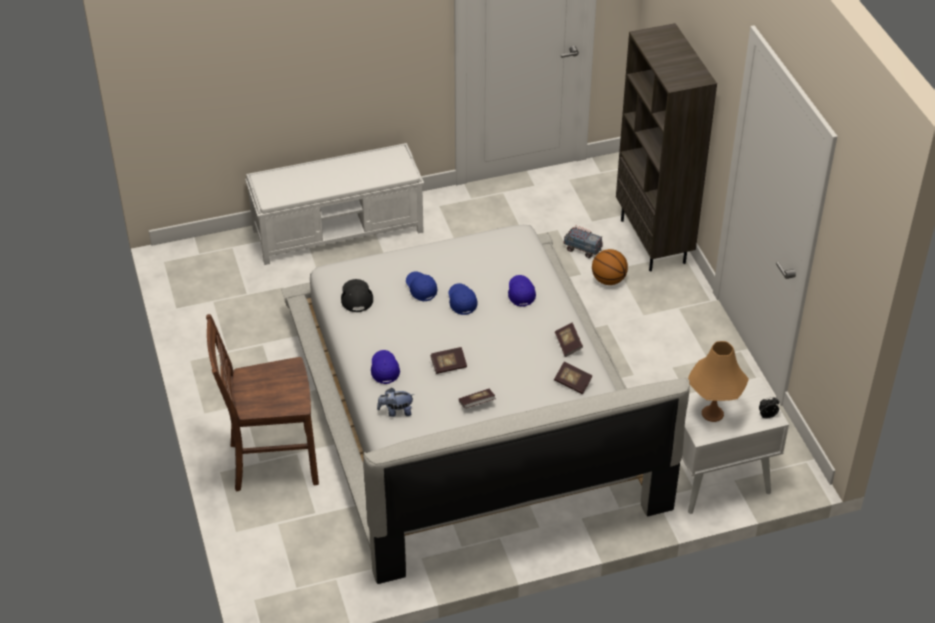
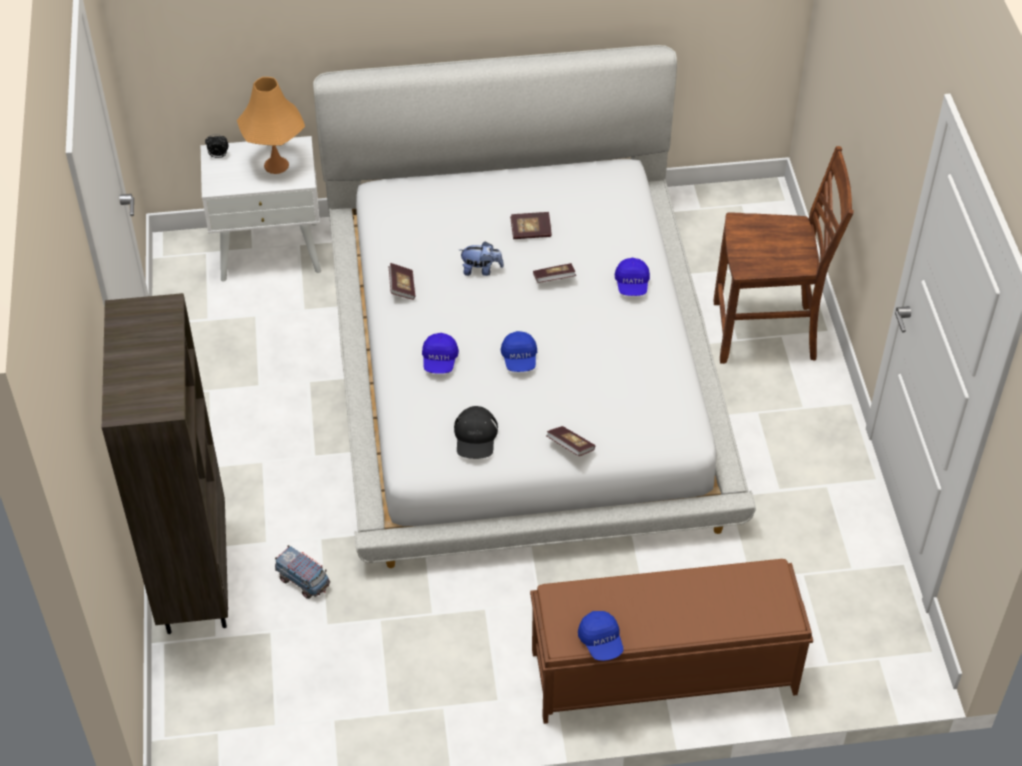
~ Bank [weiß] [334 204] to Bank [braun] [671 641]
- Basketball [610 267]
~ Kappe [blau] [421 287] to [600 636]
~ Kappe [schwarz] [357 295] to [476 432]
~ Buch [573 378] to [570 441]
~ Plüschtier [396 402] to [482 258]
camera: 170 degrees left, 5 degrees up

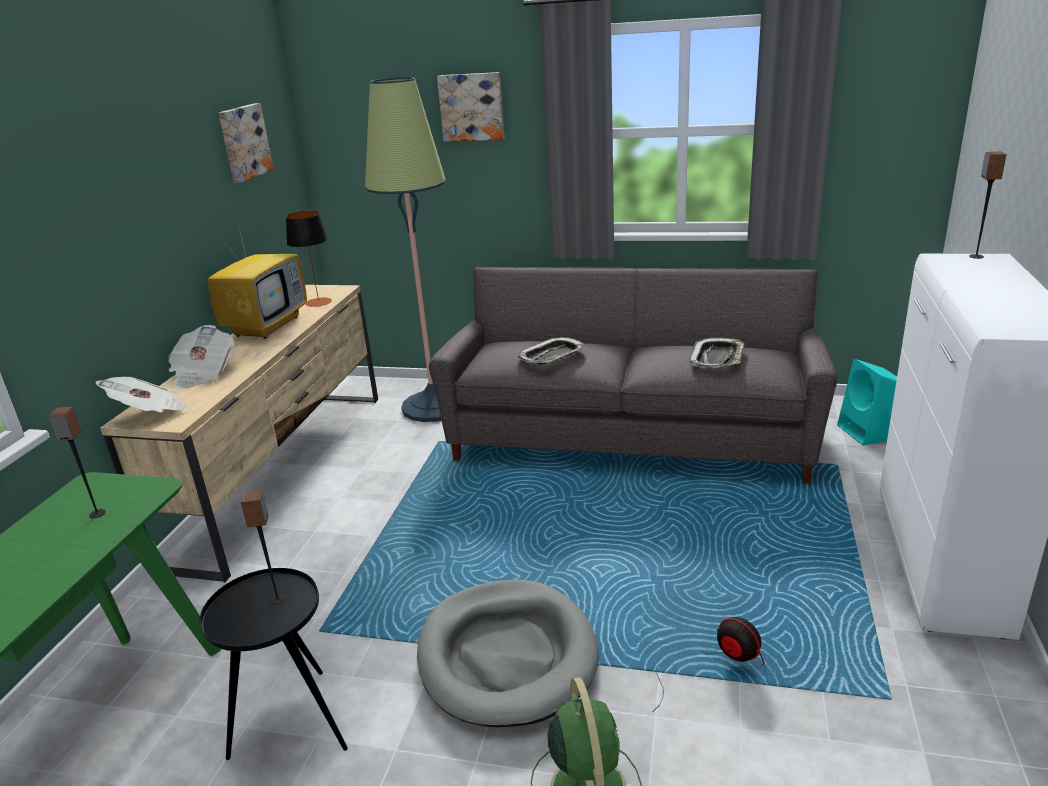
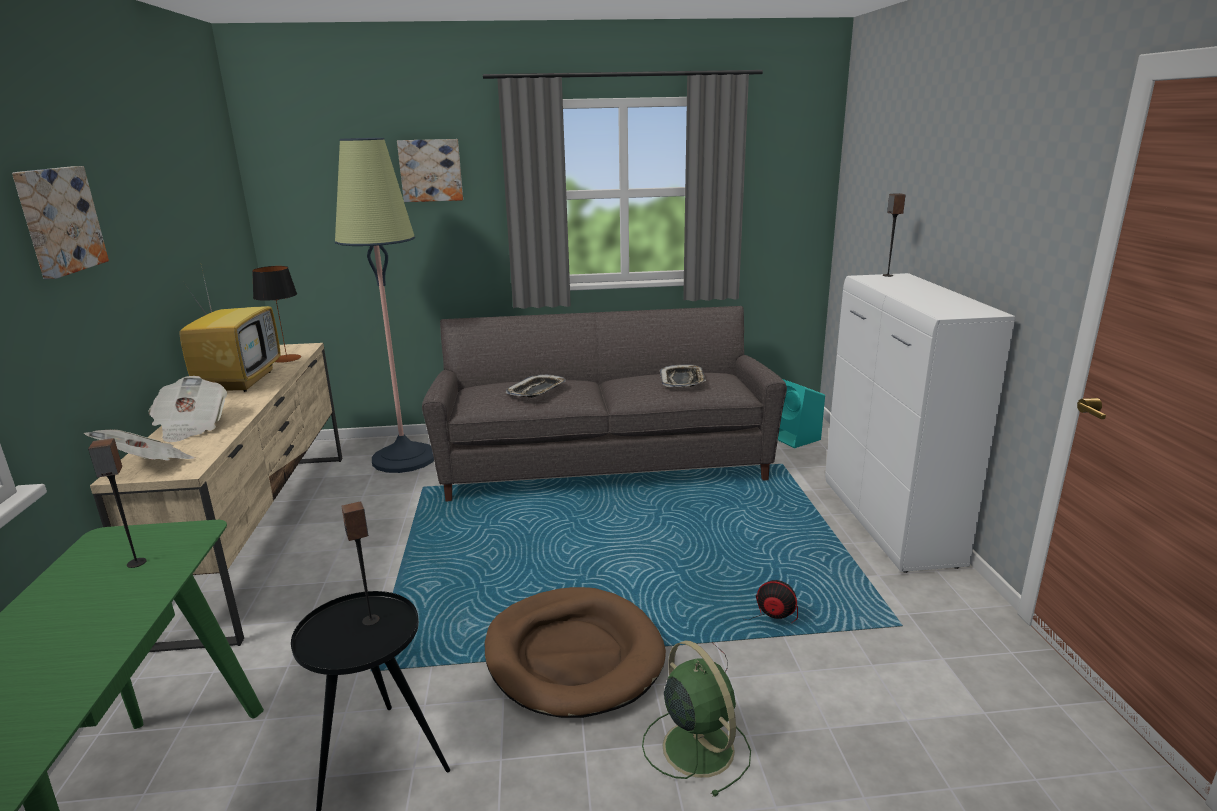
~ Bild [245 143] to [60 222]
~ Hundebett [grau] [508 653] to Hundebett [braun] [575 652]
camera: 20 degrees left, 5 degrees down

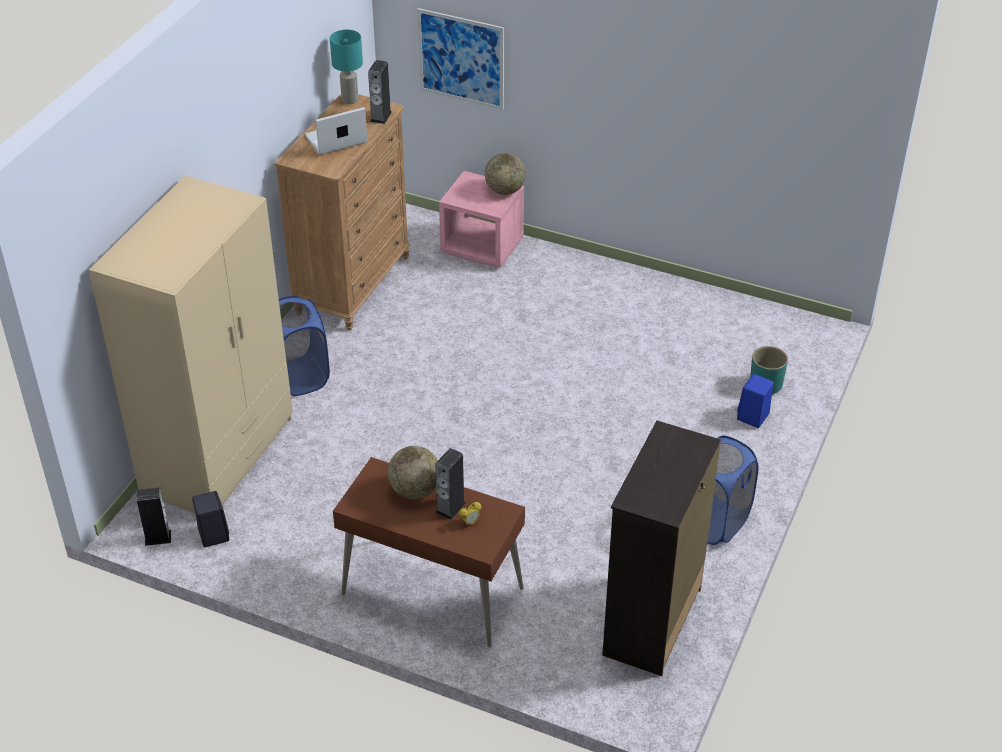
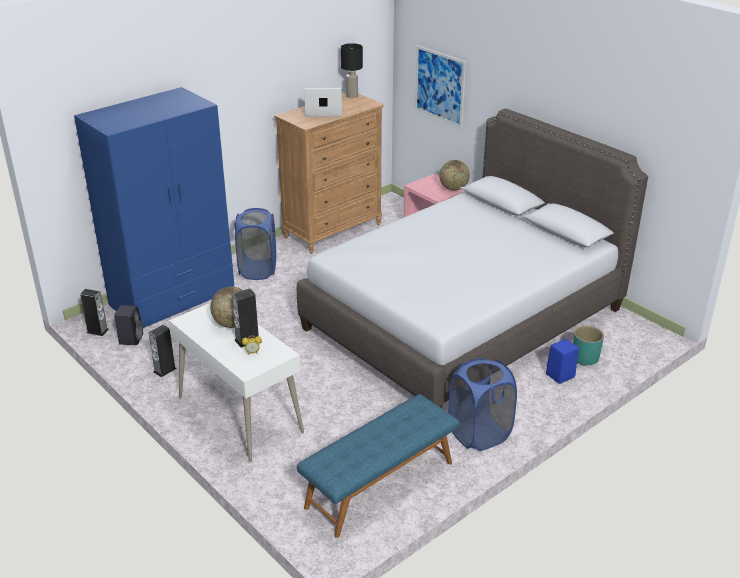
~ Tischlampe [türkis] [346 67] to Tischlampe [schwarz] [352 70]
~ Lautsprecher [380 92] to [163 351]
~ Kleiderschrank [beige] [191 344] to Kleiderschrank [blau] [154 207]
~ Kommode [schwarz] [661 548] to Bank [blau] [378 466]
~ Schreibtisch [braun] [429 552] to Schreibtisch [weiß] [236 382]
+ Bett [grau] [472 258]
camera: 25 degrees right, 10 degrees down

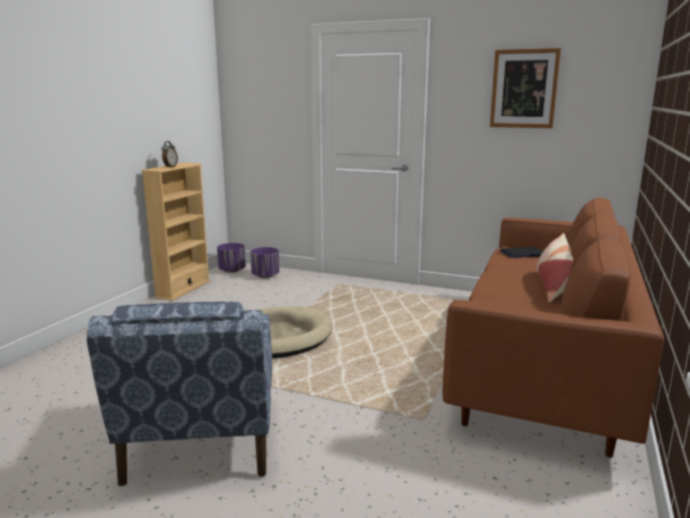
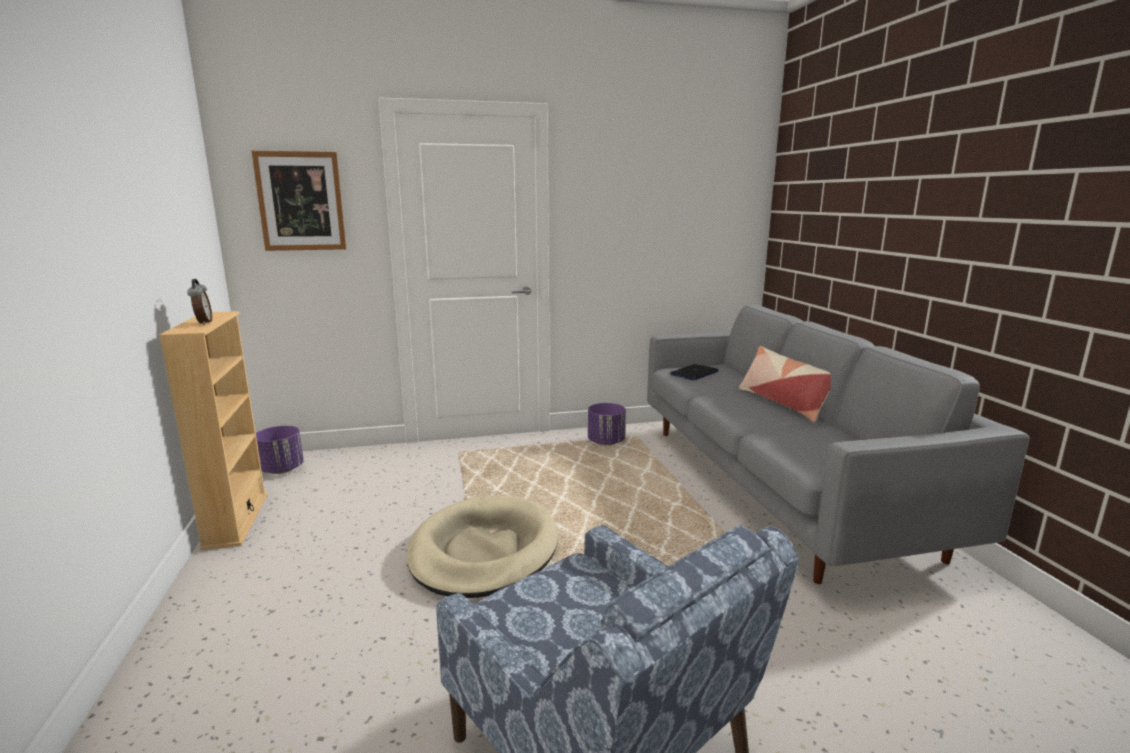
~ Bild [525 88] to [298 201]
~ Sofa [braun] [553 327] to Sofa [grau] [838 444]
~ Pflanzkübel [lila] [264 262] to [607 424]
camera: 35 degrees left, 0 degrees up

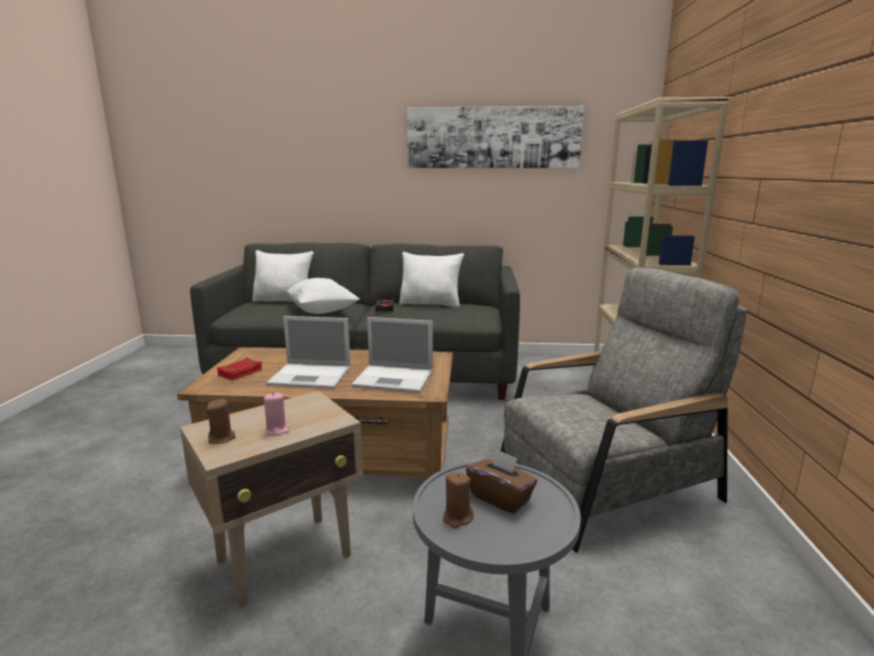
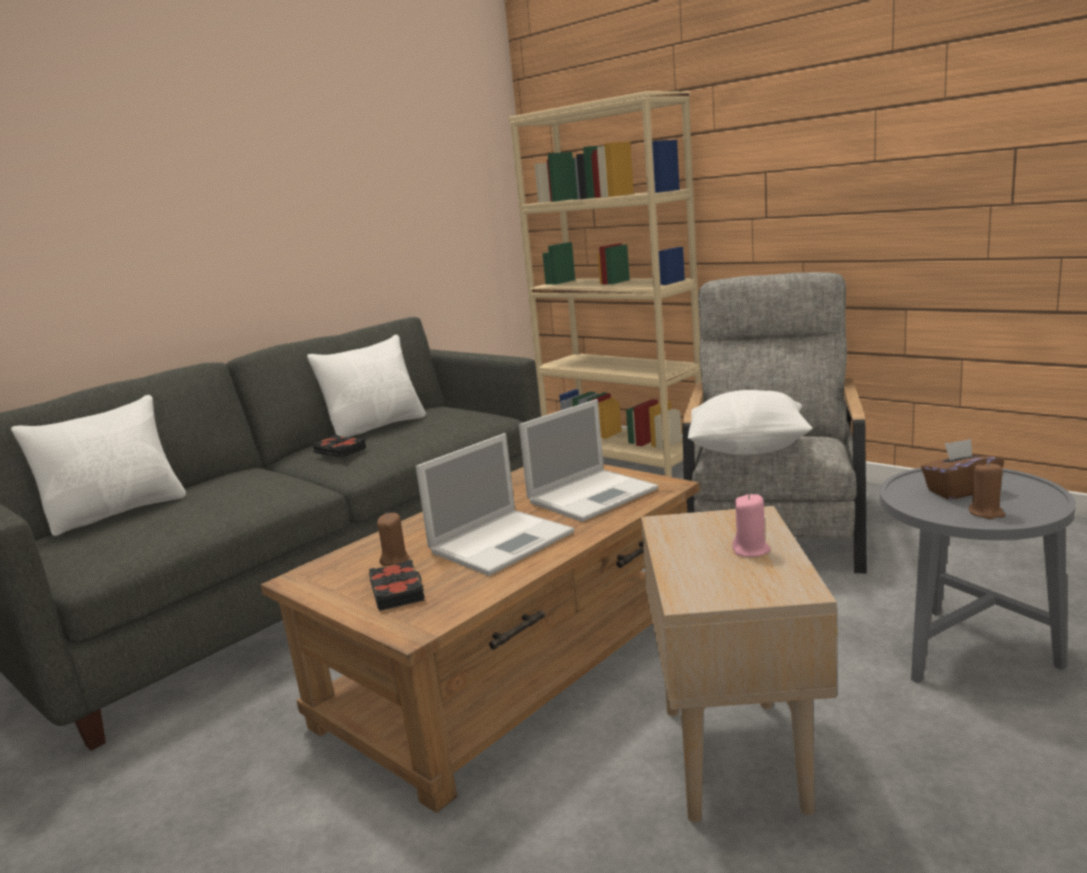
- Bild [495 137]
~ Kissen [weiß] [323 296] to [750 422]
~ Buch [rot] [239 369] to Buch [schwarz] [397 585]
~ Kerze [braun] [221 421] to [393 539]
camera: 50 degrees left, 0 degrees up

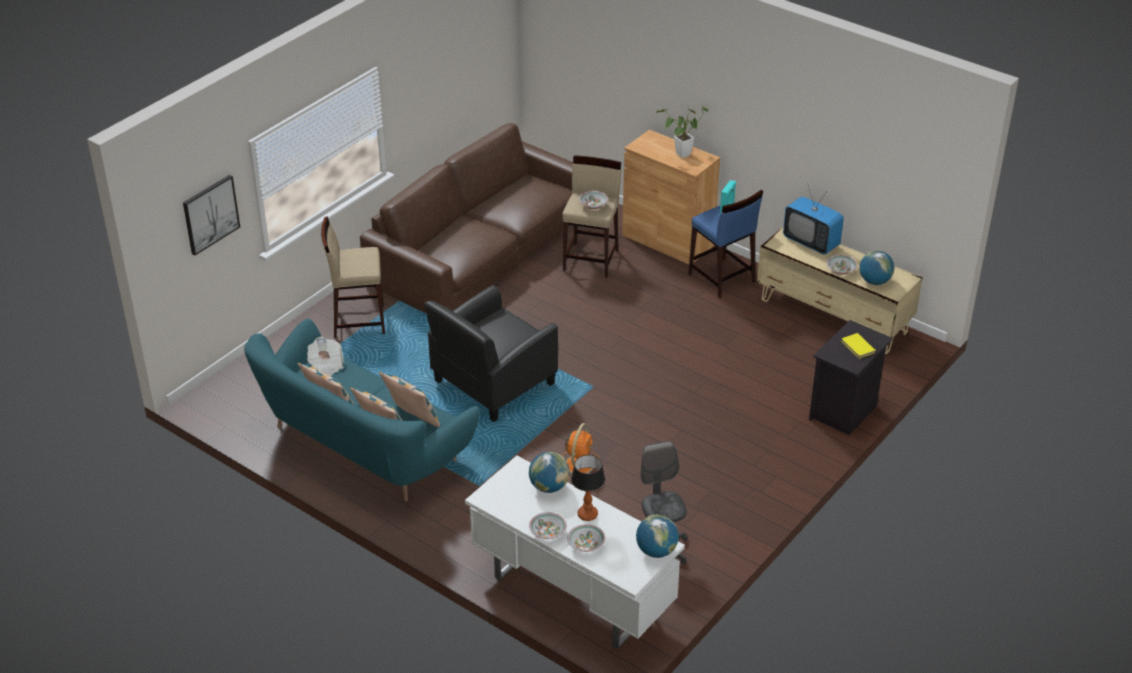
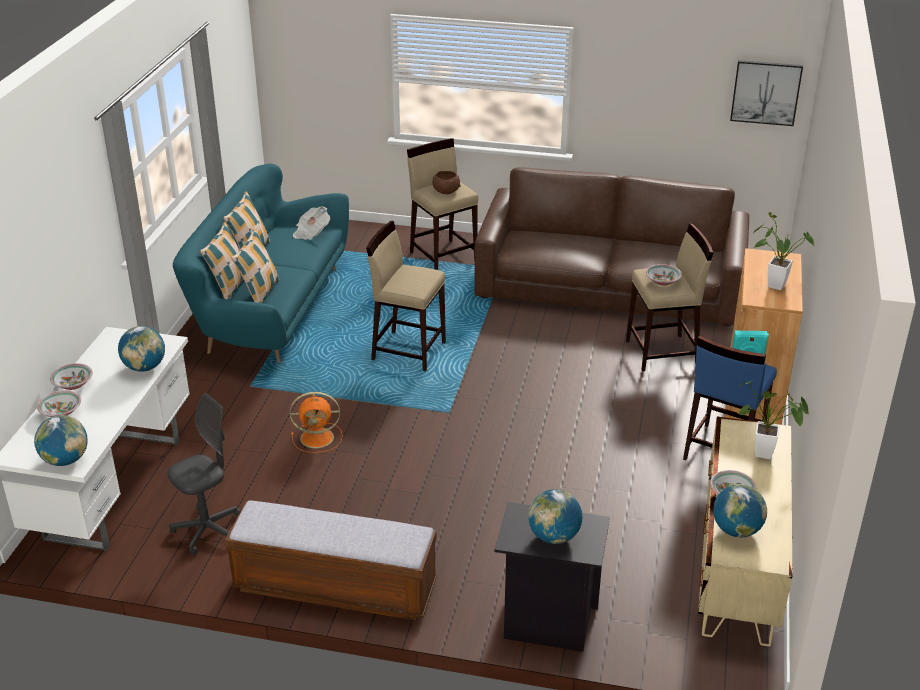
~ Bild [211 215] to [766 93]
~ Fernseher [813 218] to Topfpflanze [773 419]
~ Sessel [schwarz] [491 353] to Hocker [beige] [406 296]
~ Buch [gelb] [858 346] to Globus [555 516]
- Tischlampe [588 488]
+ Schüssel [braun] [446 182]
+ Bank [331 560]
camera: 65 degrees right, 5 degrees down

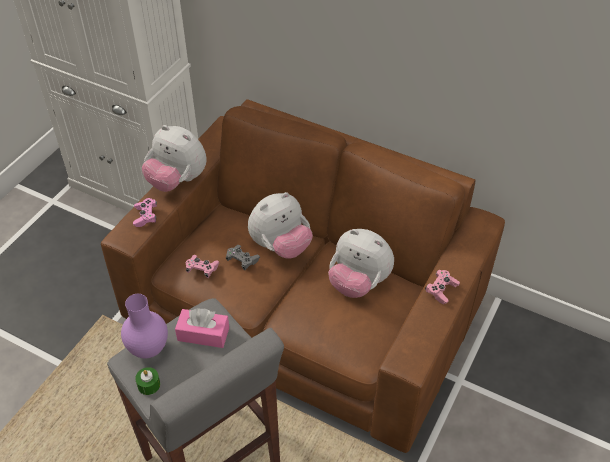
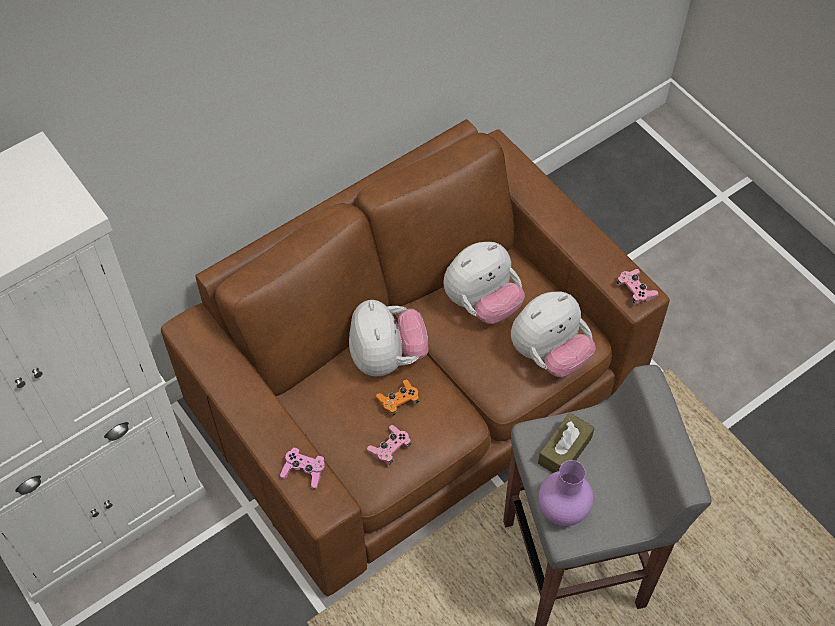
~ Plüschtier [174 158] to [553 334]
~ Gamepad [grau] [243 257] to Gamepad [orange] [397 398]
~ Gamepad [rosa] [442 287] to [637 287]
~ Taschentuchbox [rosa] [202 328] to Taschentuchbox [braun] [566 443]
- Kerze [grün] [147 381]
camera: 65 degrees left, 10 degrees up

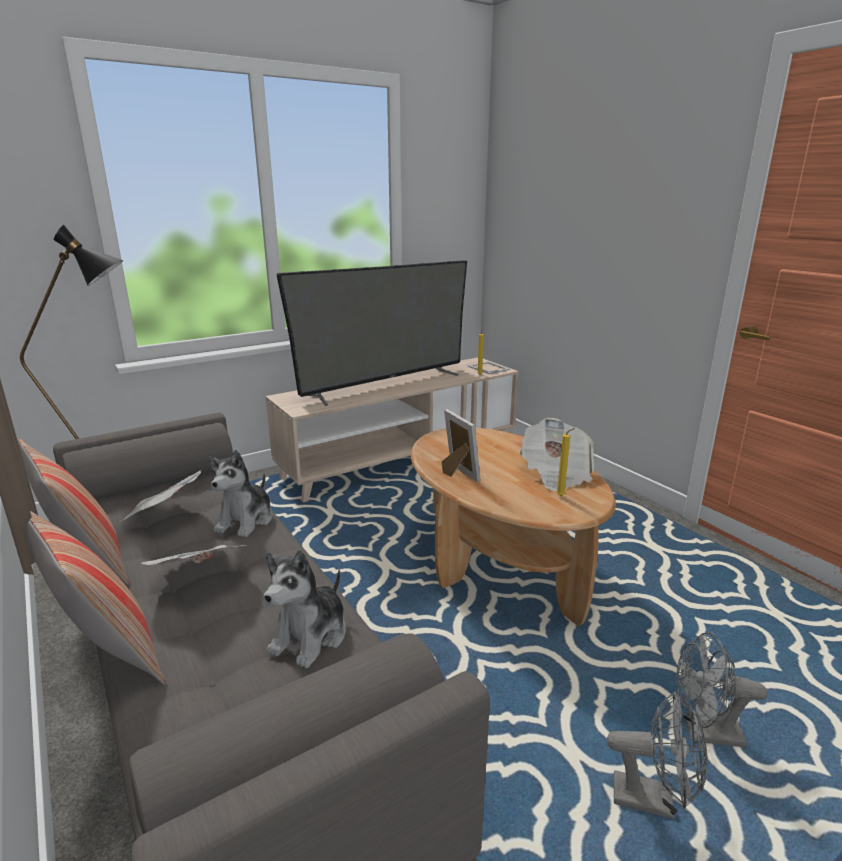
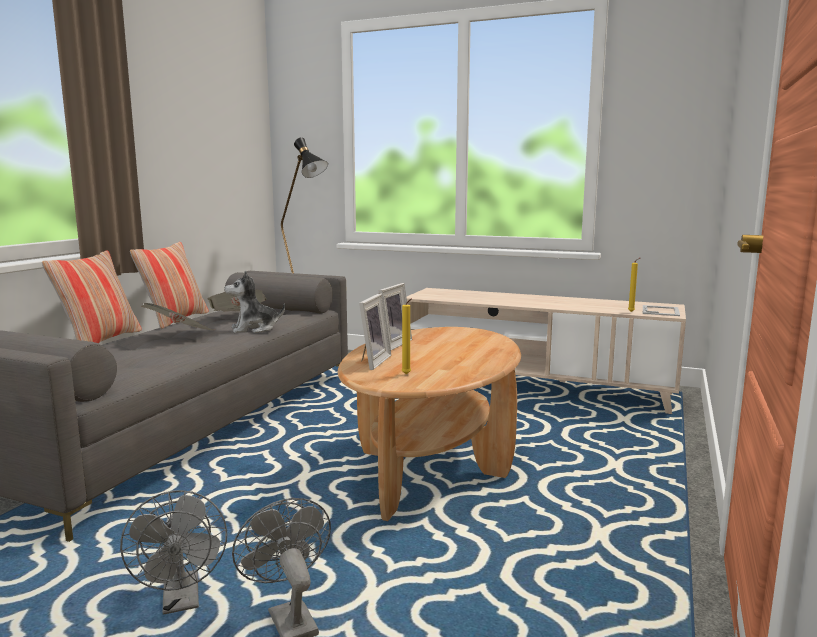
- Fernseher [371 333]
- Zeitung [557 454]
- Plüschtier [305 609]
+ Bilderrahmen [375 331]
camera: 55 degrees right, 10 degrees down

